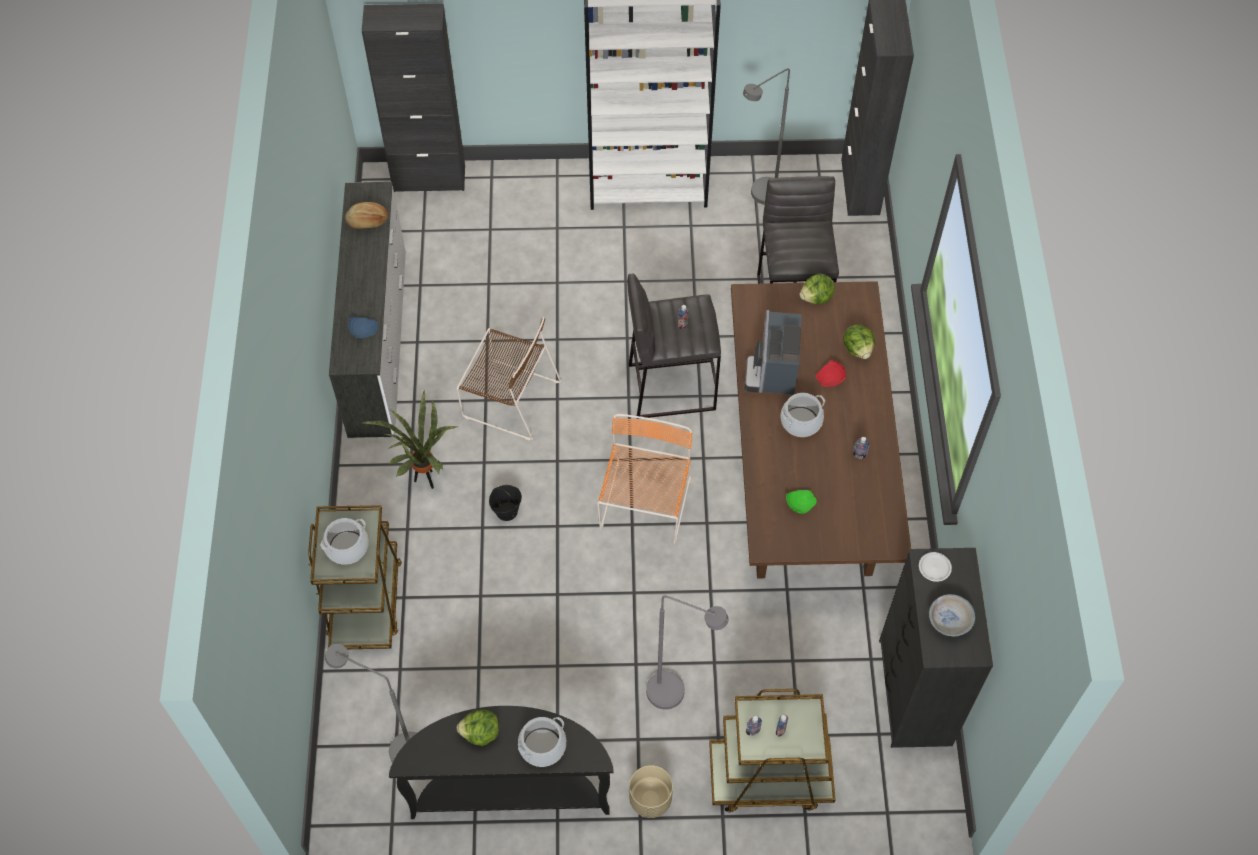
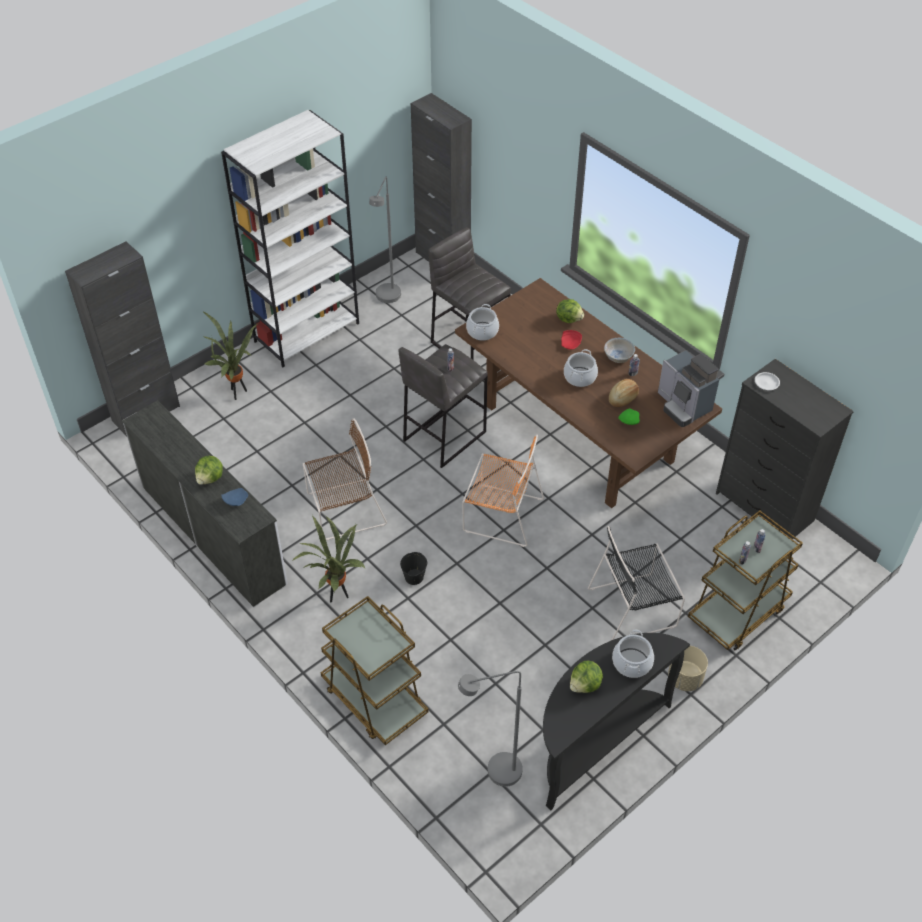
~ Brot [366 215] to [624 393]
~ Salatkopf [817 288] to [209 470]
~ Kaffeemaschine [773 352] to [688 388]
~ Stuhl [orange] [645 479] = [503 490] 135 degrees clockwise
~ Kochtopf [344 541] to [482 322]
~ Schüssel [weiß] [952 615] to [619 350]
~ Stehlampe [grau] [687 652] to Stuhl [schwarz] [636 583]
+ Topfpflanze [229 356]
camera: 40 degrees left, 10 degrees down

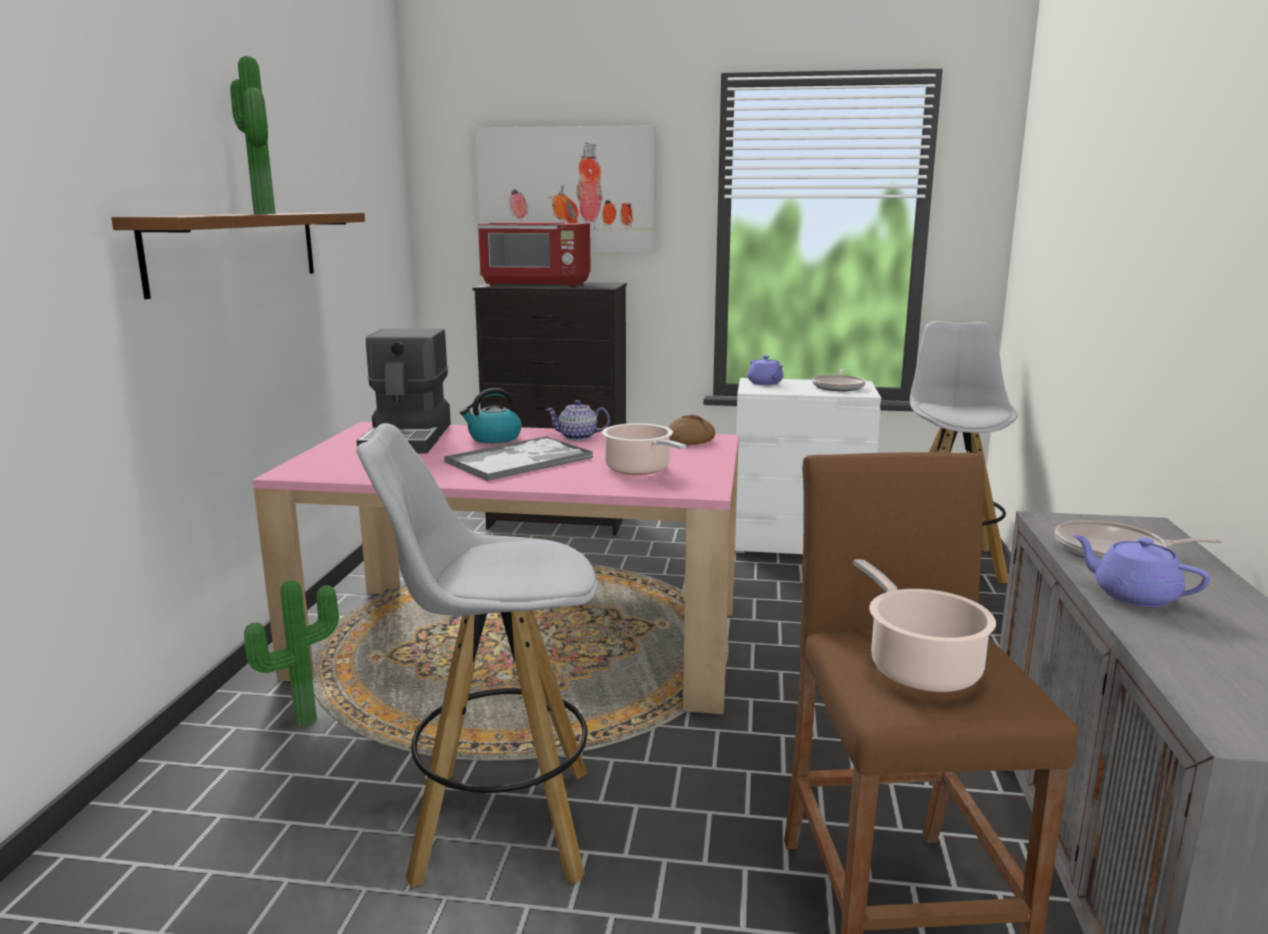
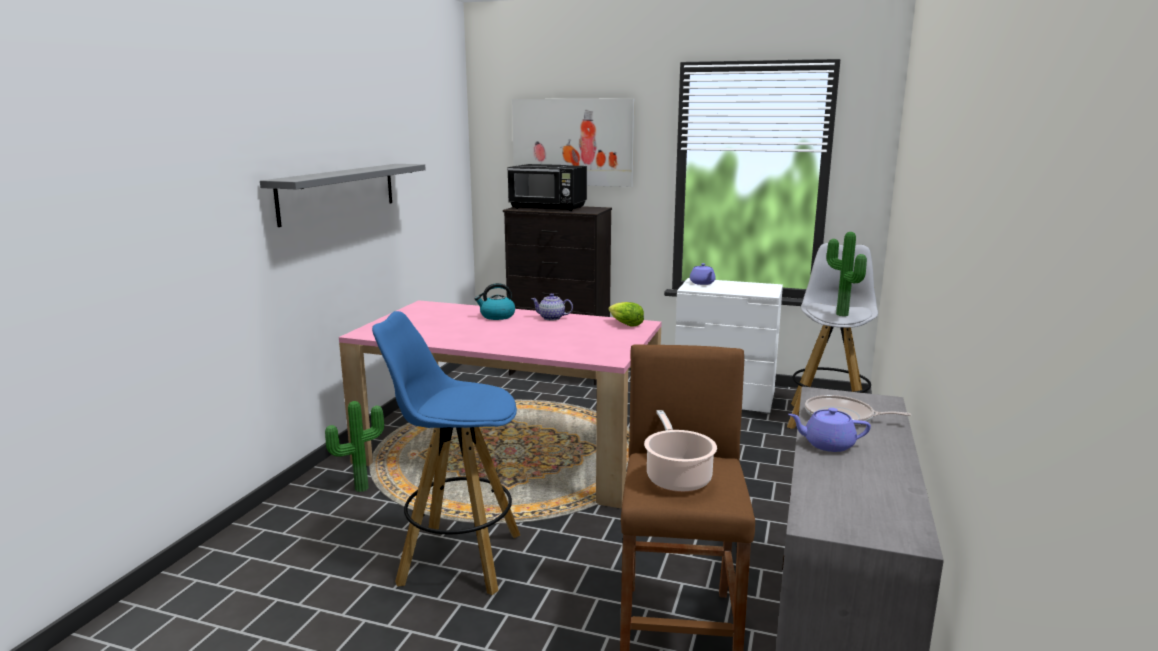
~ Topfpflanze [253 135] to [846 274]
~ Wandregal [braun] [238 256] to Wandregal [grau] [343 195]
~ Mikrowelle [rot] [534 254] to Mikrowelle [schwarz] [547 187]
- Kaffeemaschine [404 391]
- Pfanne [839 380]
~ Brot [692 430] to Salatkopf [626 314]
~ Hocker [weiß] [477 655] to Hocker [blau] [446 453]
- Kochtopf [644 449]
- Tablett [518 458]
~ Teekanne [lila] [1141 571] = [829 430] 45 degrees counterclockwise
camera: 10 degrees right, 0 degrees up

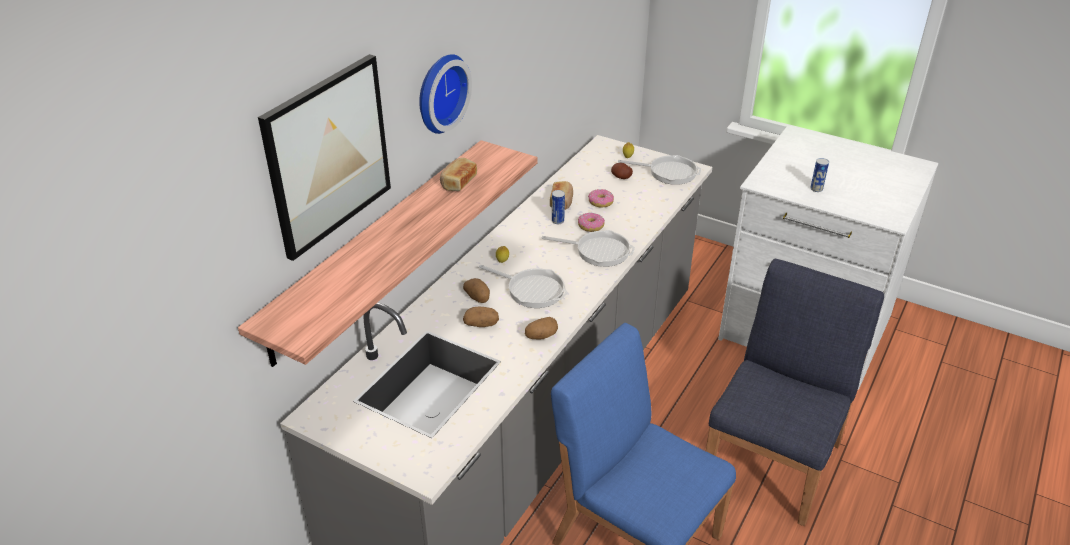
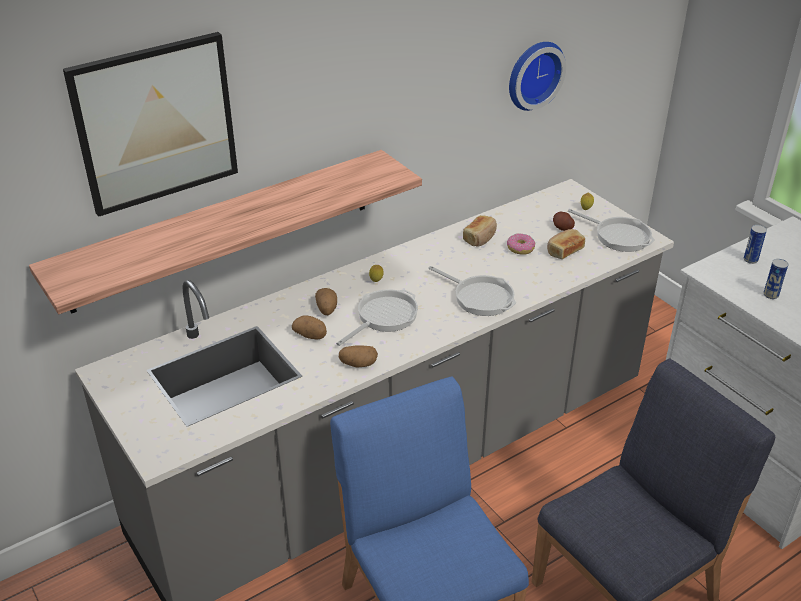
~ Wanduhr [445 94] to [537 76]
~ Brot [458 174] to [566 244]
~ Dose [558 207] to [755 244]
- Donut [591 222]
~ Pfanne [523 286] = [377 317] 105 degrees counterclockwise
camera: 25 degrees right, 0 degrees up

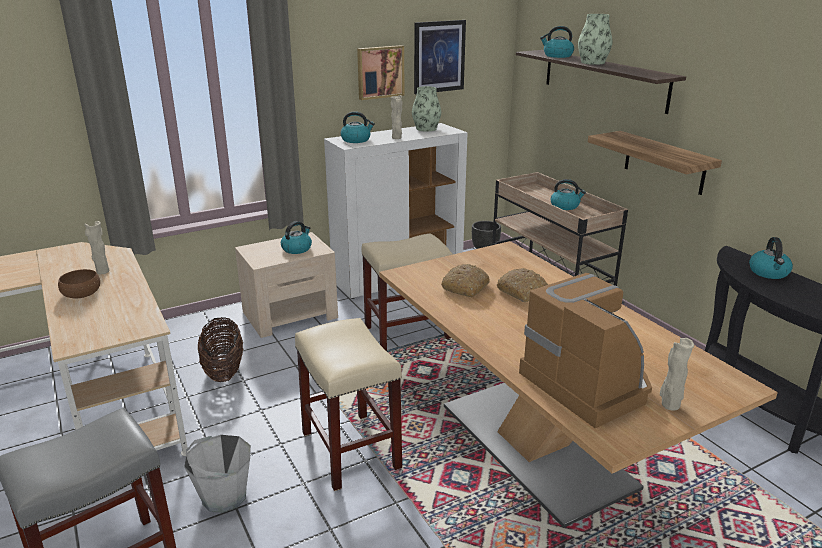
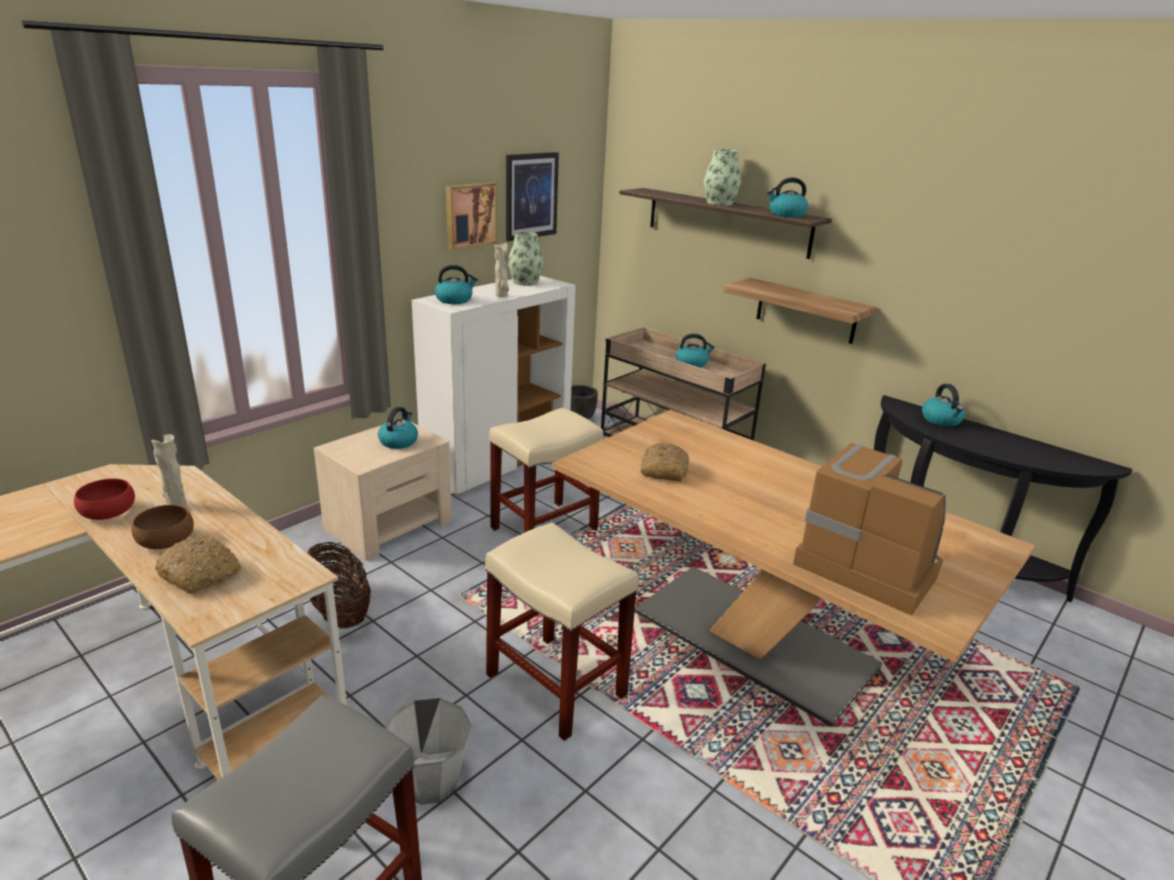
~ Wasserkessel [557 42] to [787 197]
~ Brot [522 285] to [198 565]
- Vase [beige] [677 374]
+ Schüssel [rot] [104 499]
camera: 20 degrees left, 0 degrees up

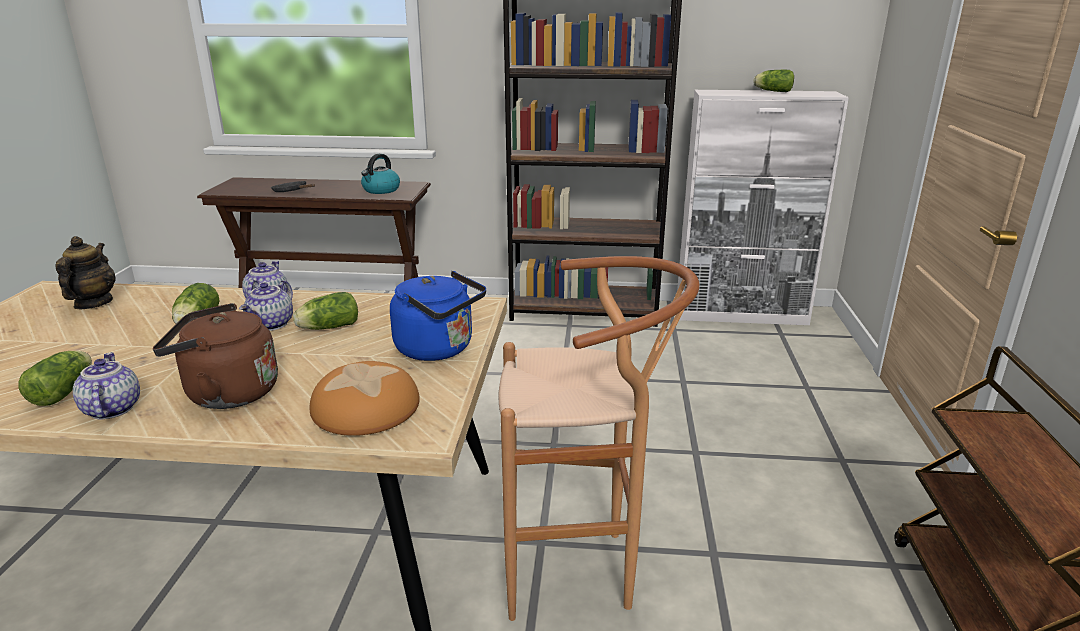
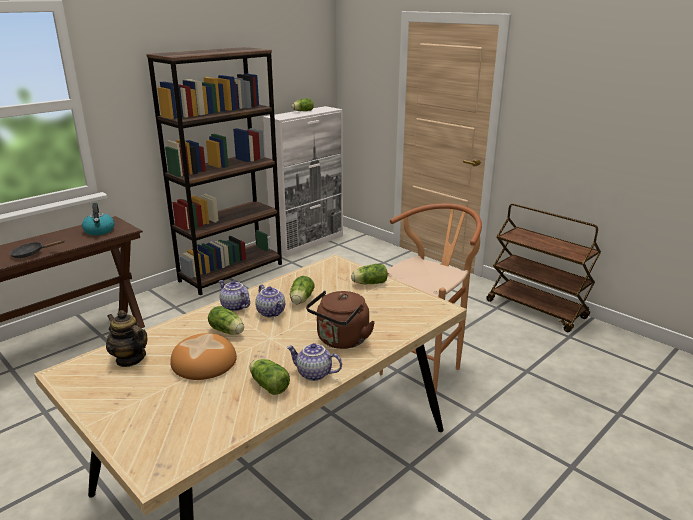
~ Wasserkessel [blau] [438 316] to Salatkopf [369 274]
~ Brot [365 398] to [203 356]
camera: 50 degrees left, 0 degrees up

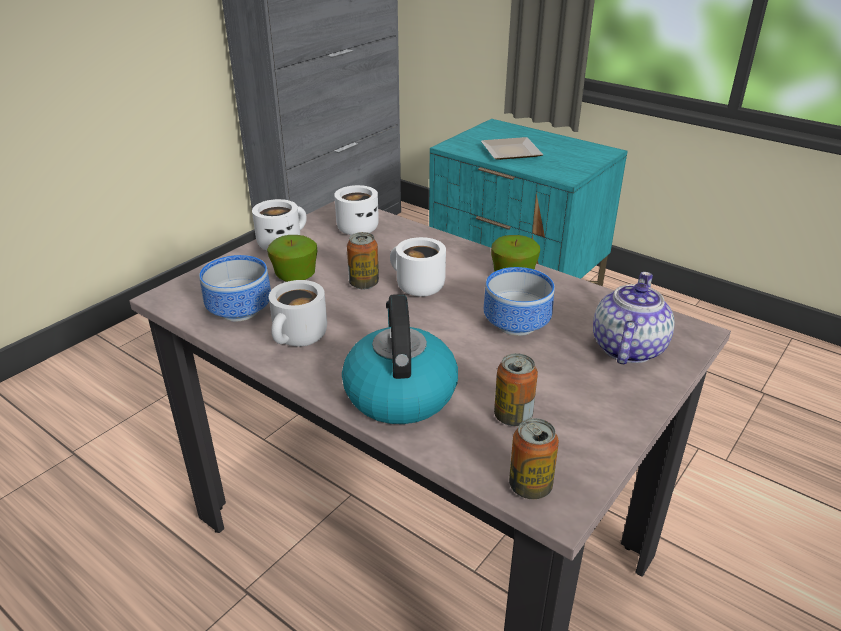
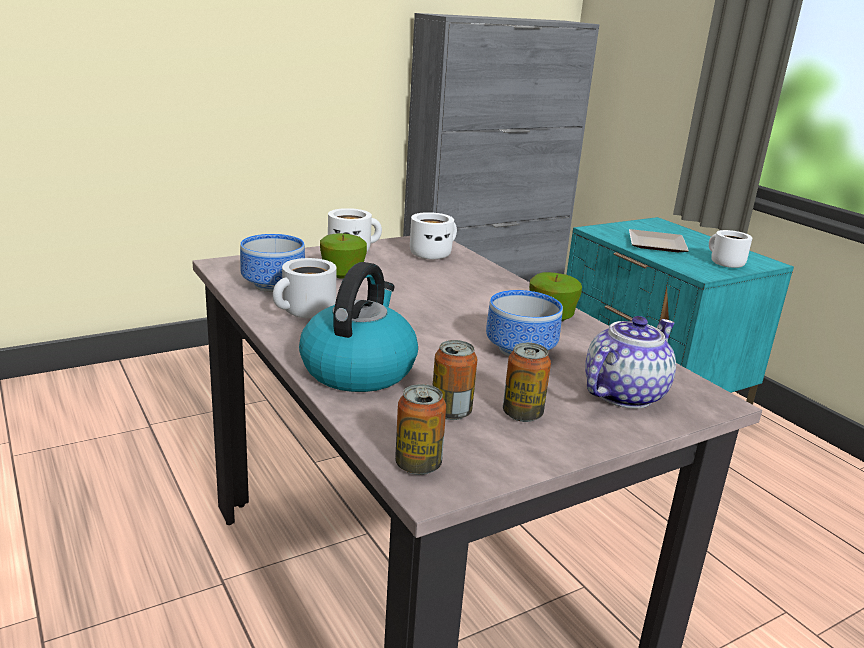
~ Dose [363 260] to [527 382]
~ Henkelbecher [weiß] [418 267] to [730 249]
camera: 20 degrees right, 10 degrees down

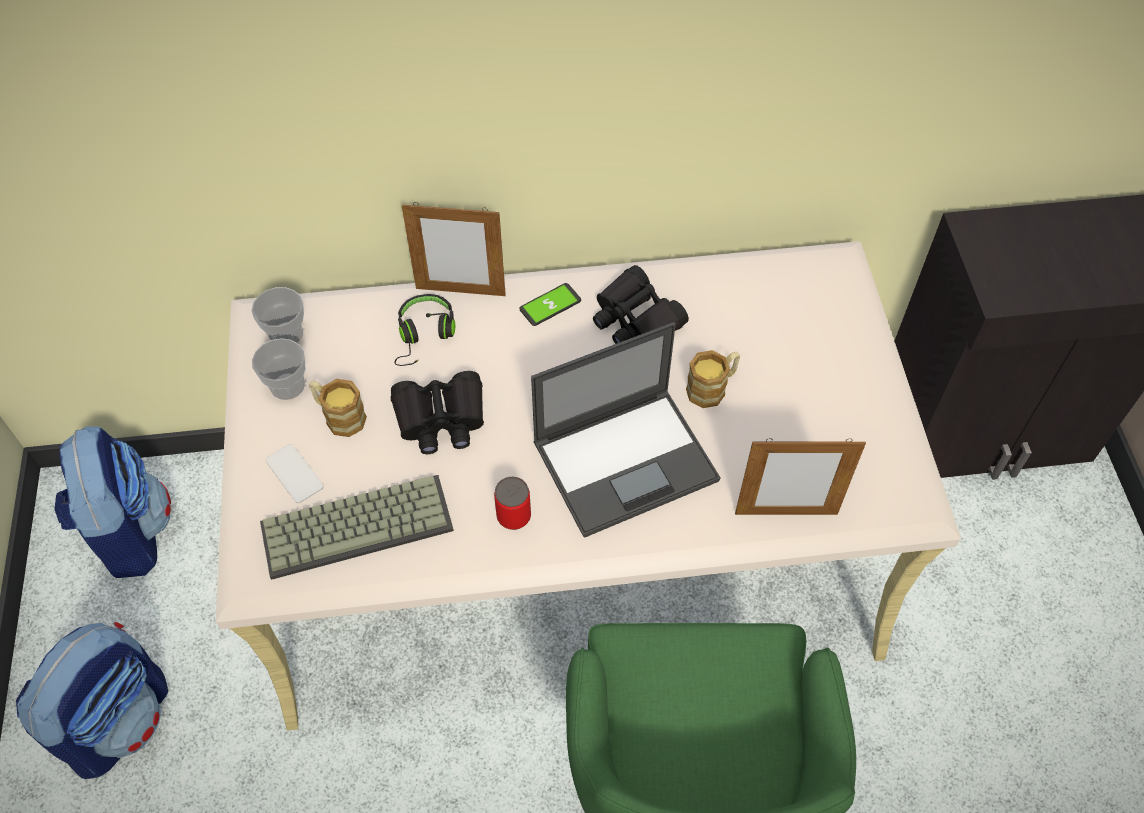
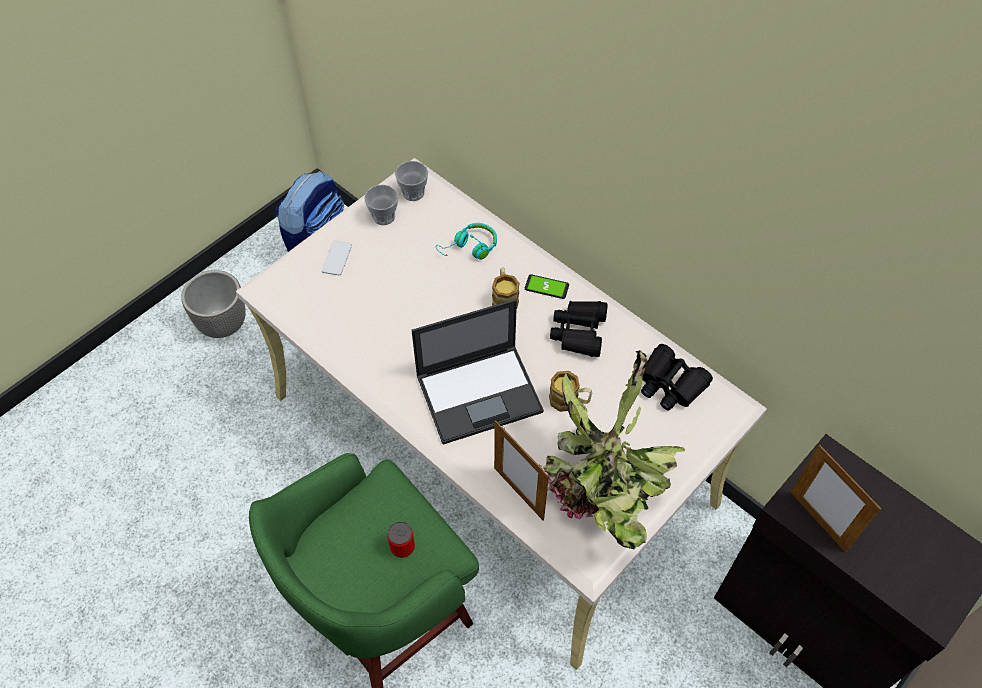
~ Bilderrahmen [454 249] to [836 499]
~ Kopfhörer [schwarz] [425 330] to Kopfhörer [türkis] [466 241]
~ Laptop [626 430] = [477 372] 45 degrees counterclockwise
~ Fernglas [schwarz] [437 412] to [677 377]
~ Henkelbecher [338 408] to [506 287]
- Tastatur [357 527]
~ Dose [512 503] to [401 539]
~ Rucksack [92 700] to Pflanzkübel [213 304]
+ Topfpflanze [614 449]
camera: 50 degrees right, 0 degrees up

